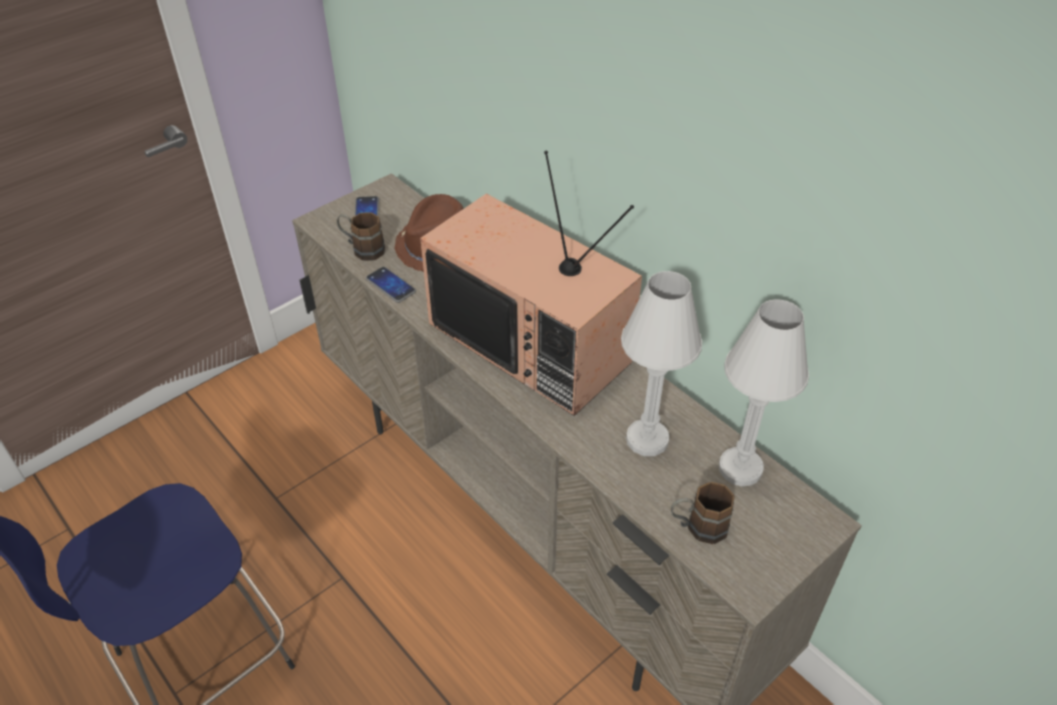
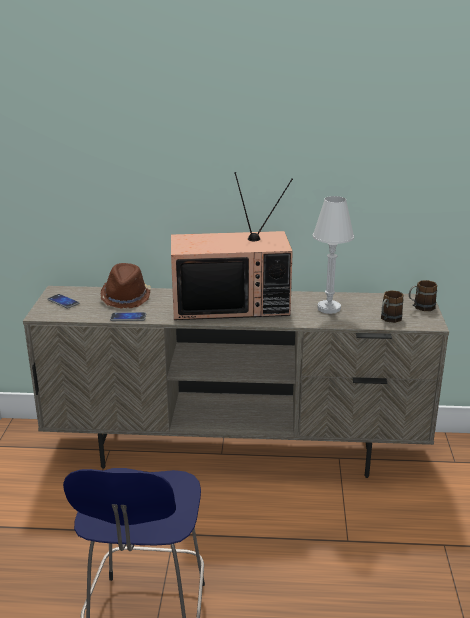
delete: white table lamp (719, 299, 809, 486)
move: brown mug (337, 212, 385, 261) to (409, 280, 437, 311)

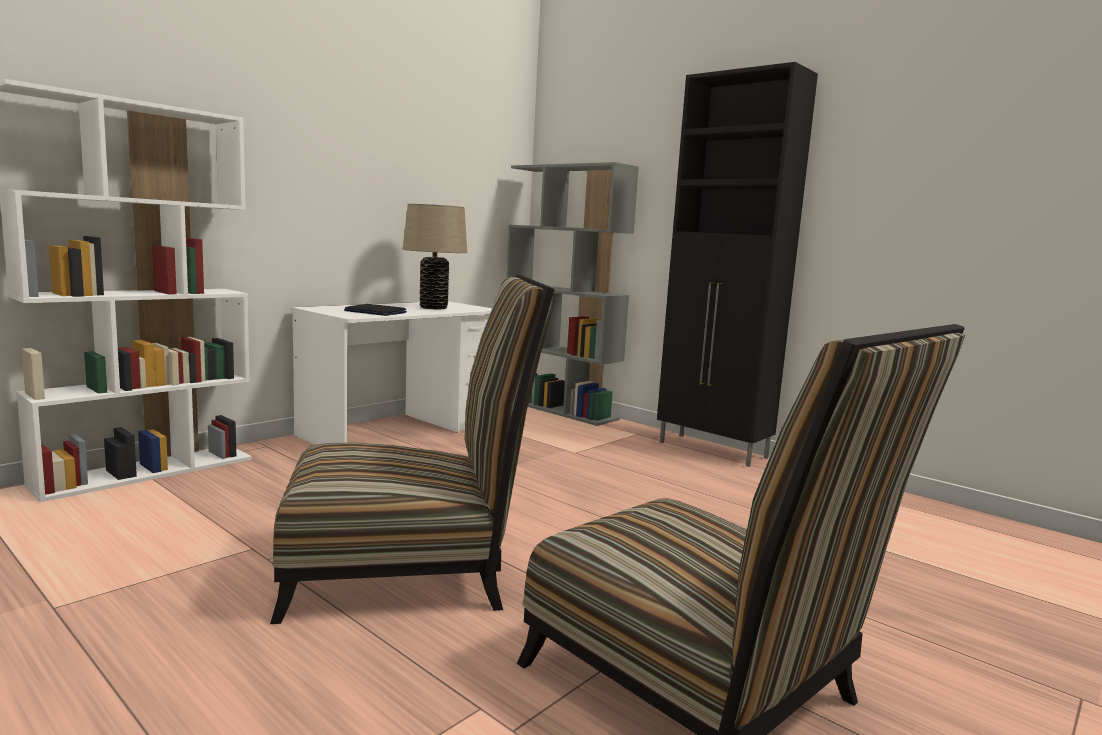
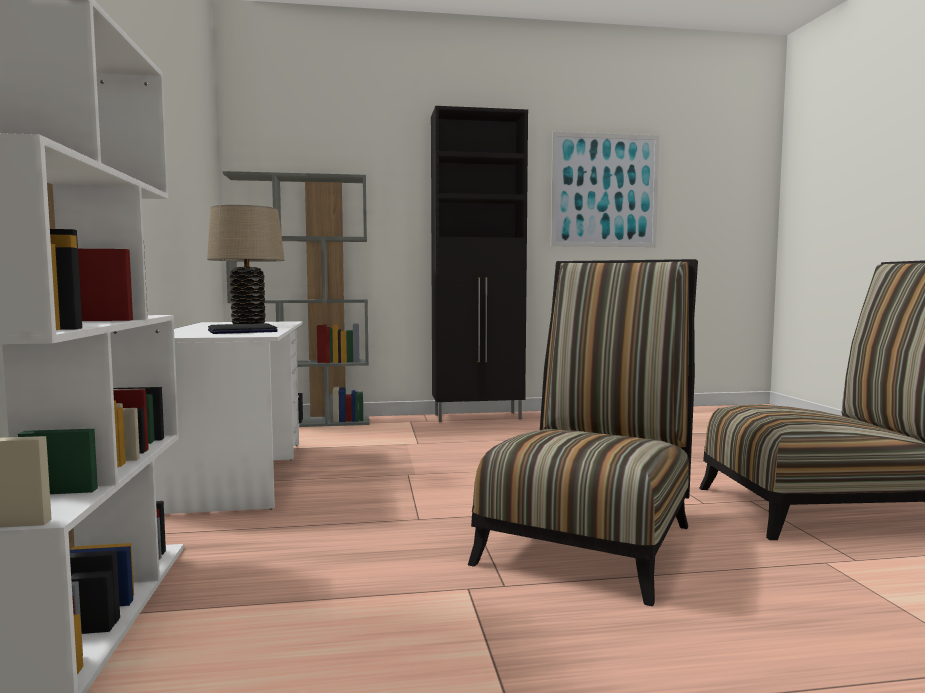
insert: picture (551, 132, 659, 247)

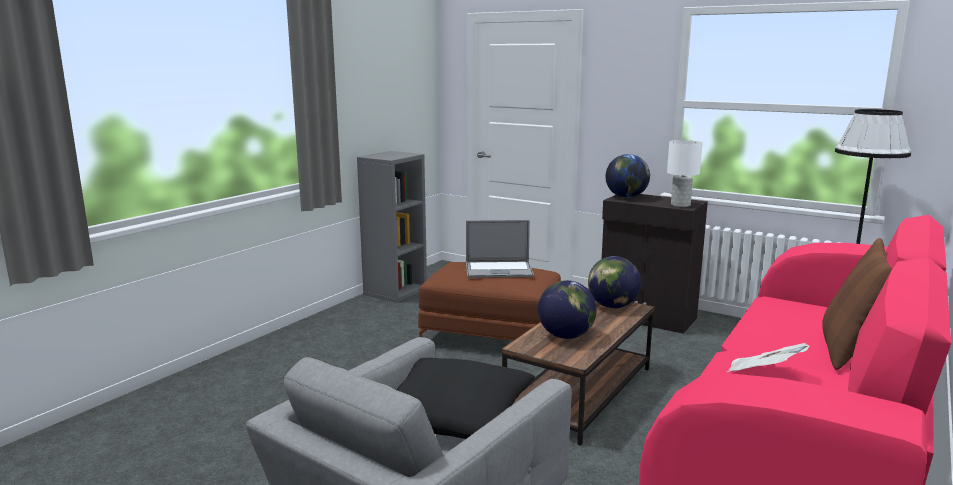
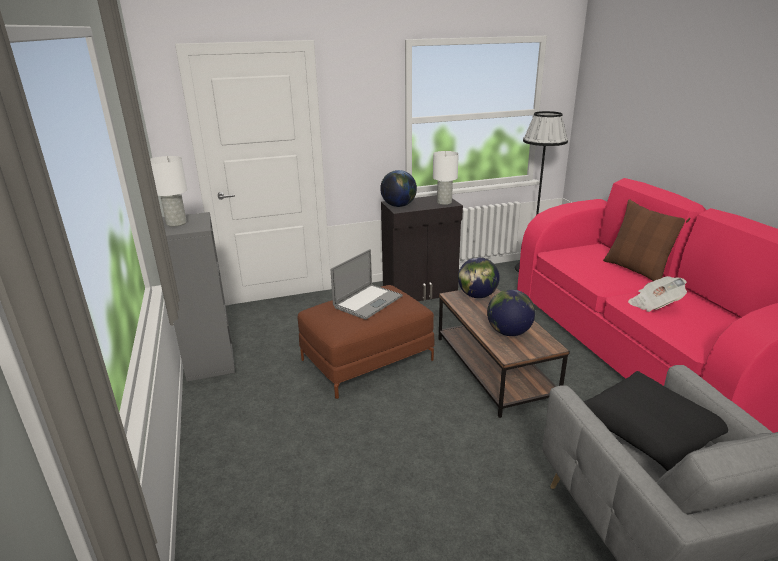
insert: white table lamp (150, 156, 187, 227)

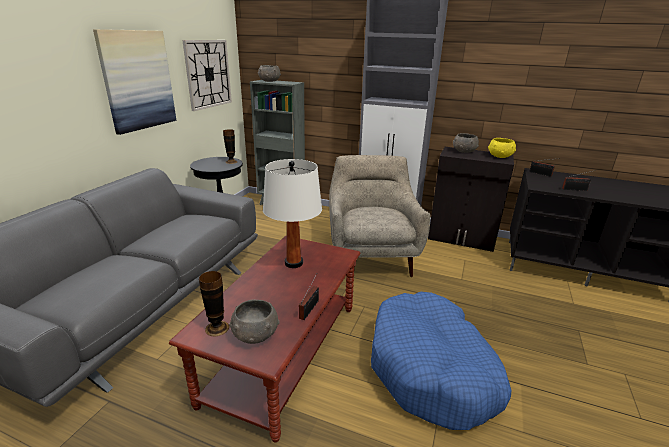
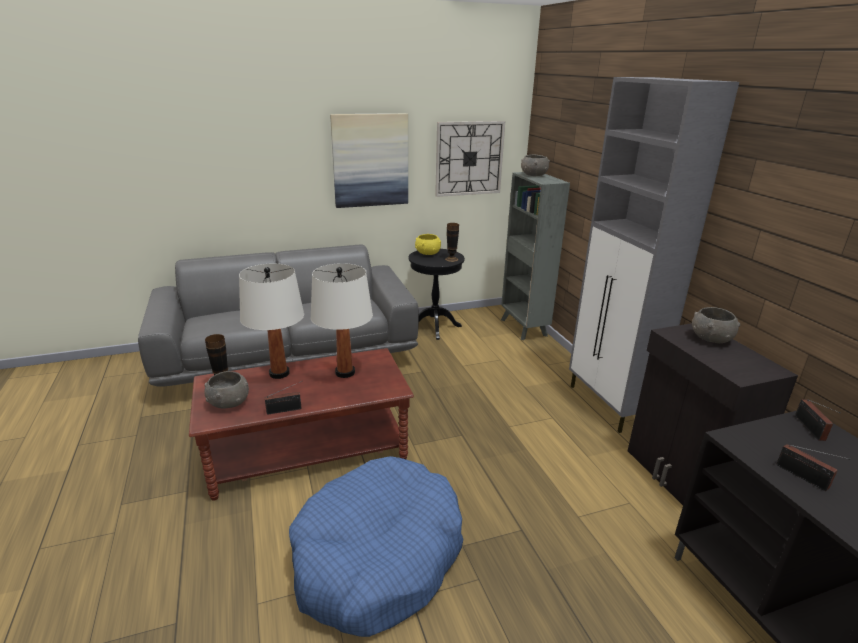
delete: beige armchair (329, 155, 430, 277)
insert: white table lamp (239, 264, 304, 379)
move: yellow bowl (488, 138, 516, 158) to (415, 234, 441, 255)

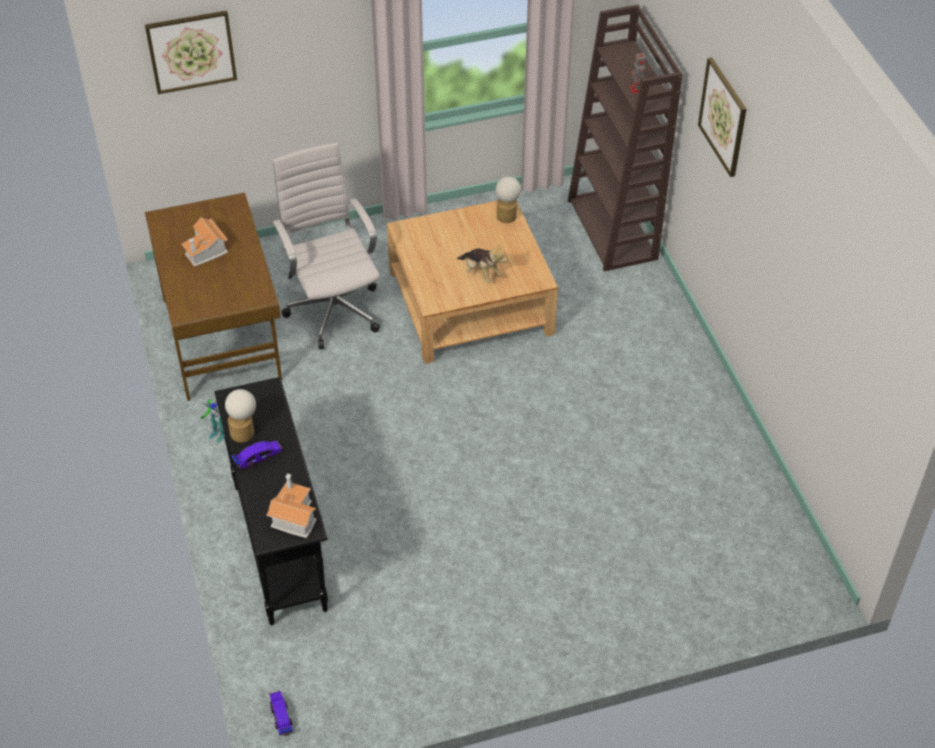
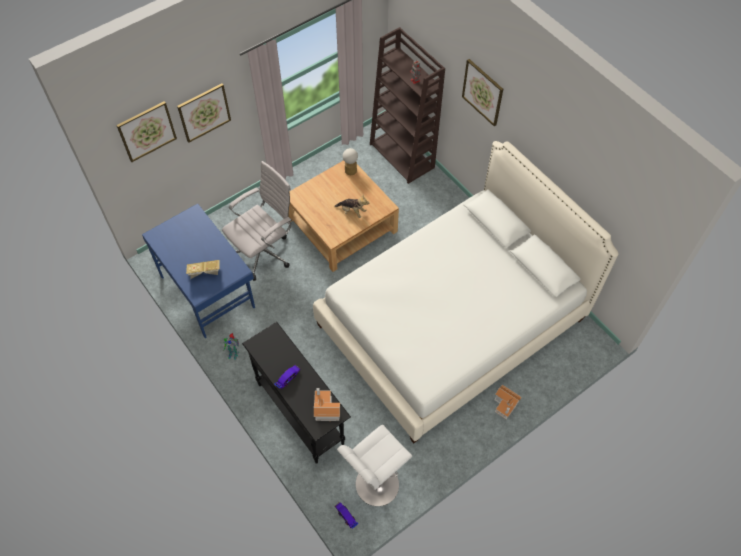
delete: table lamp (225, 389, 256, 443)
insert: picture (177, 83, 231, 143); book (186, 260, 220, 279); white bed (313, 141, 619, 443); white stool (337, 425, 412, 506)
move: toy house (182, 218, 228, 267) to (494, 385, 522, 419)
recolor: brown desk (145, 193, 282, 401) to blue desk (142, 204, 255, 339)
rotate: white office chair (273, 142, 380, 349) = (222, 161, 292, 281) 90 degrees clockwise

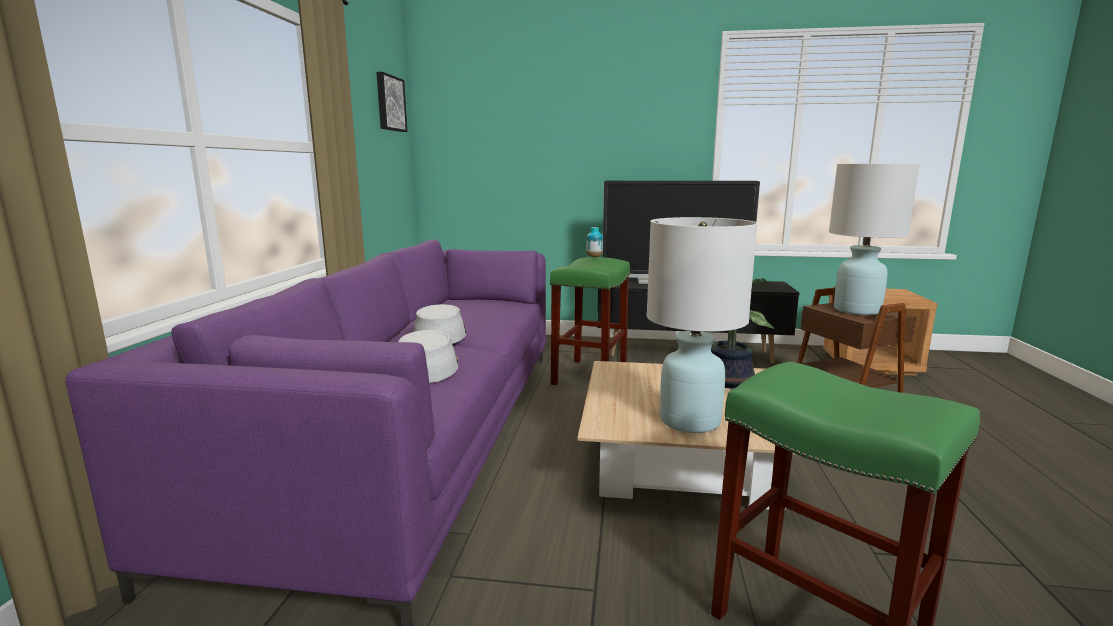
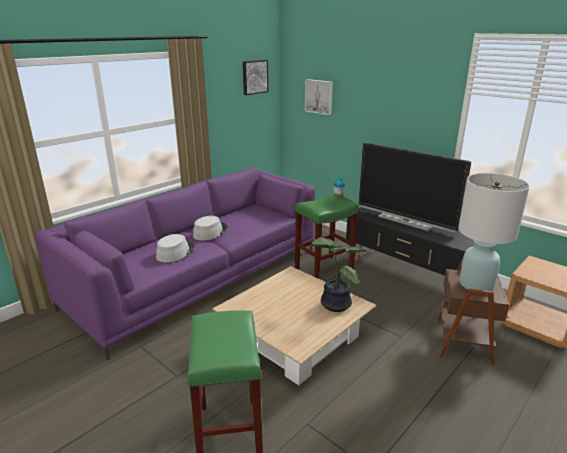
delete: white table lamp (646, 217, 758, 433)
insert: picture (305, 79, 333, 115)

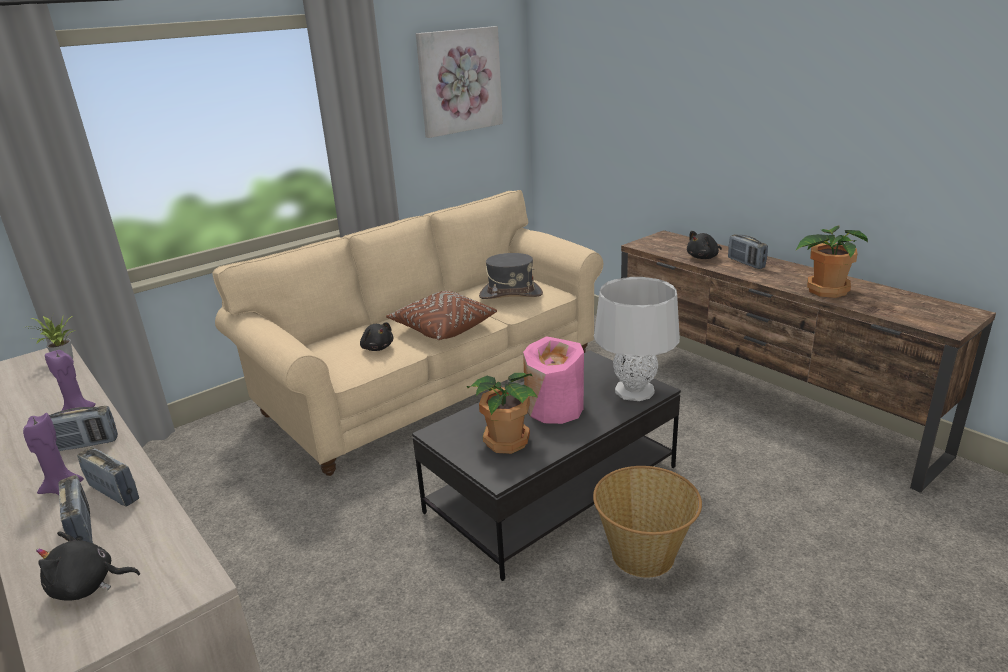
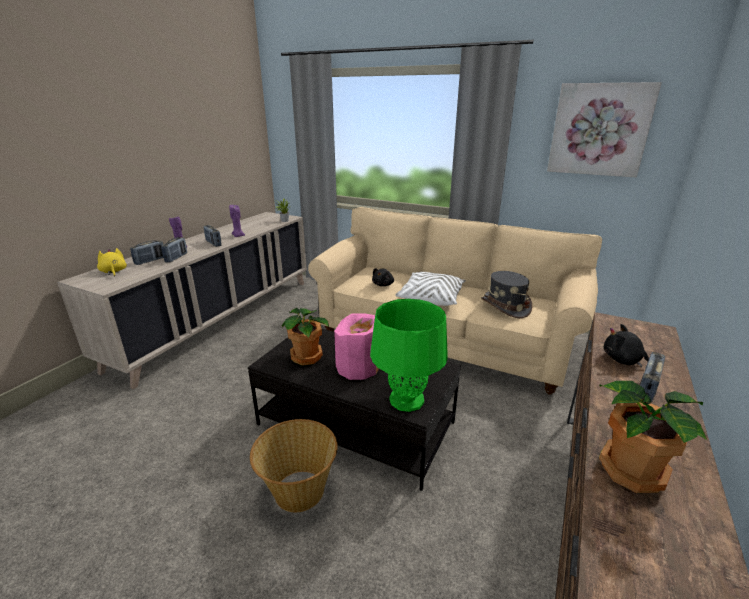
recolor: black plush toy (36, 532, 140, 601) to yellow plush toy (97, 248, 127, 276); brown pillow (386, 291, 497, 340) to white pillow (395, 272, 466, 306); grey table lamp (594, 277, 680, 401) to green table lamp (370, 299, 448, 412)

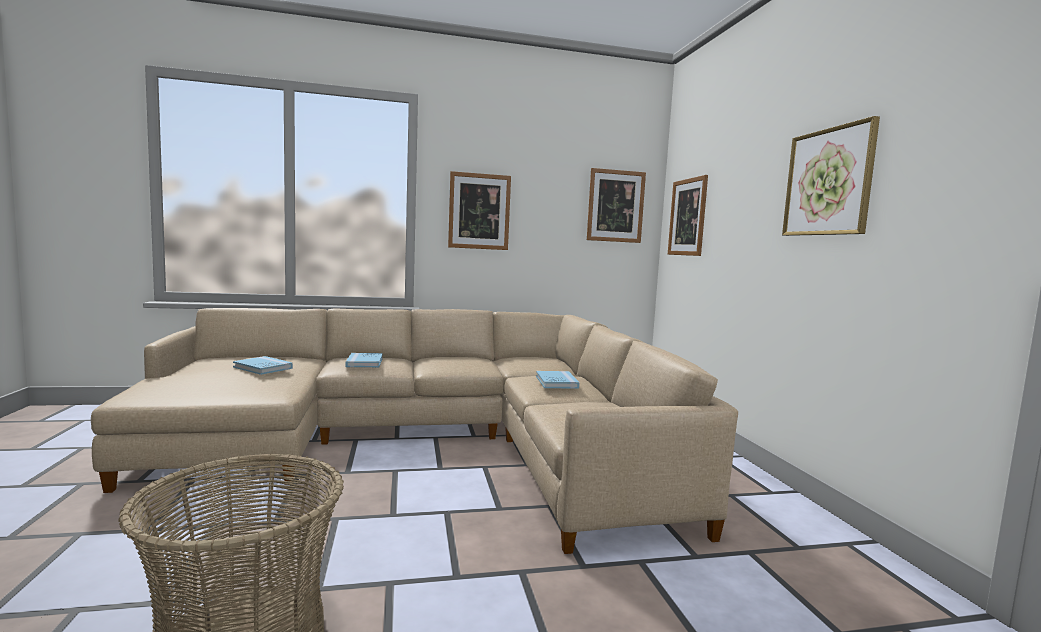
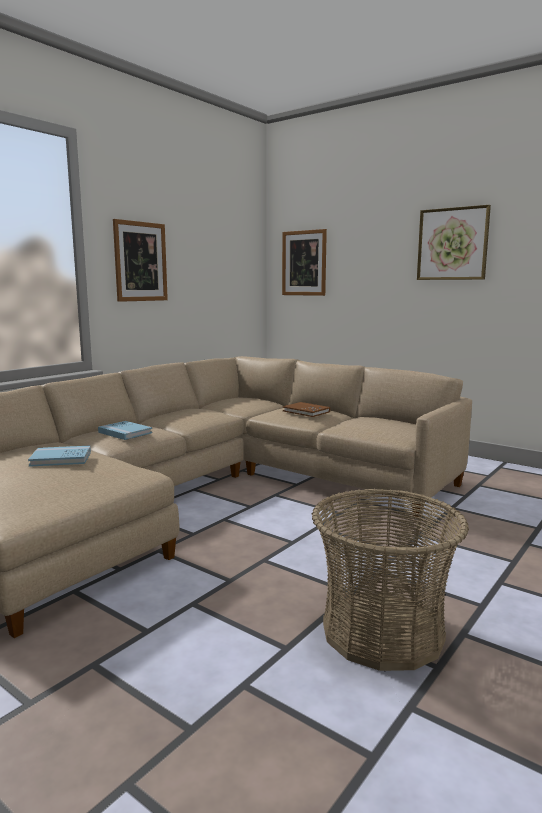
delete: picture (587, 168, 646, 243)
recolor: blue book (536, 371, 580, 389) to brown book (283, 402, 330, 417)

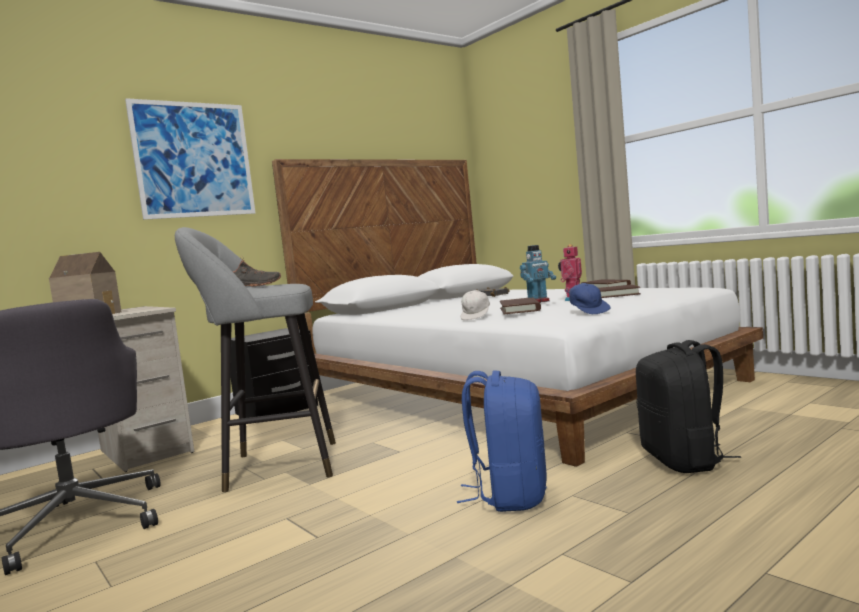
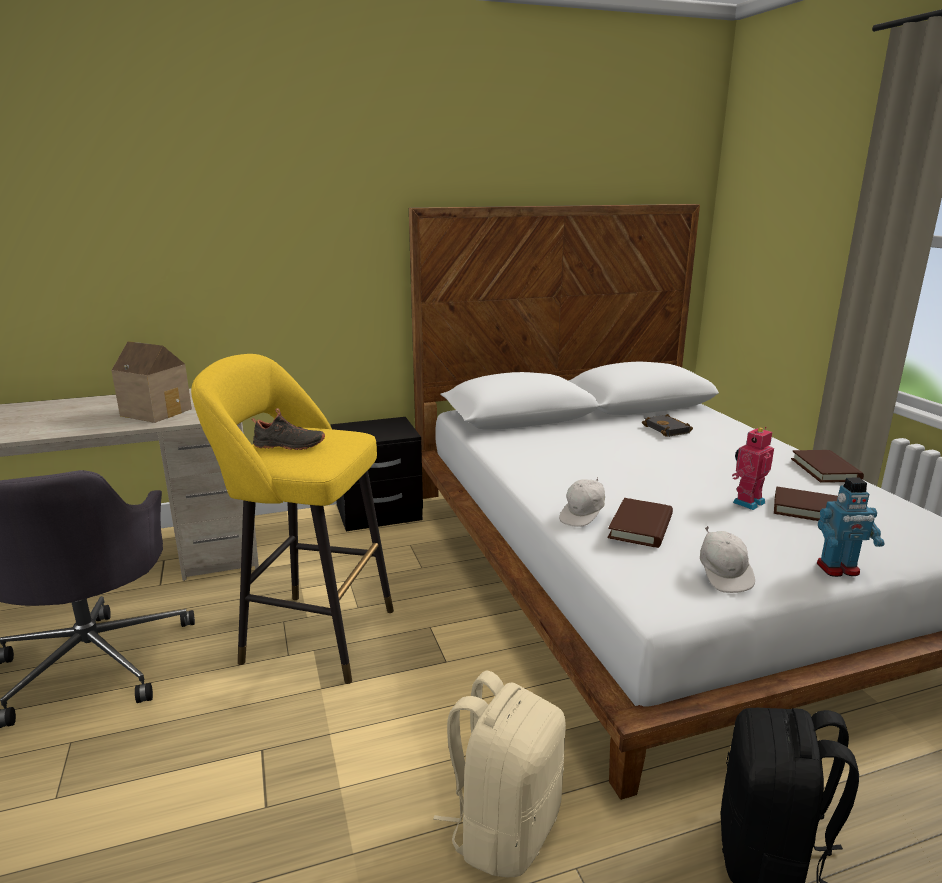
delete: picture (125, 98, 256, 220)
move: toy robot (520, 245, 556, 303) to (817, 478, 885, 577)
recolor: grey stool (175, 227, 336, 492) to yellow stool (191, 354, 394, 684); blue backpack (457, 370, 547, 512) to beige backpack (433, 671, 566, 877); blue cap (566, 283, 611, 314) to white cap (700, 526, 755, 593)

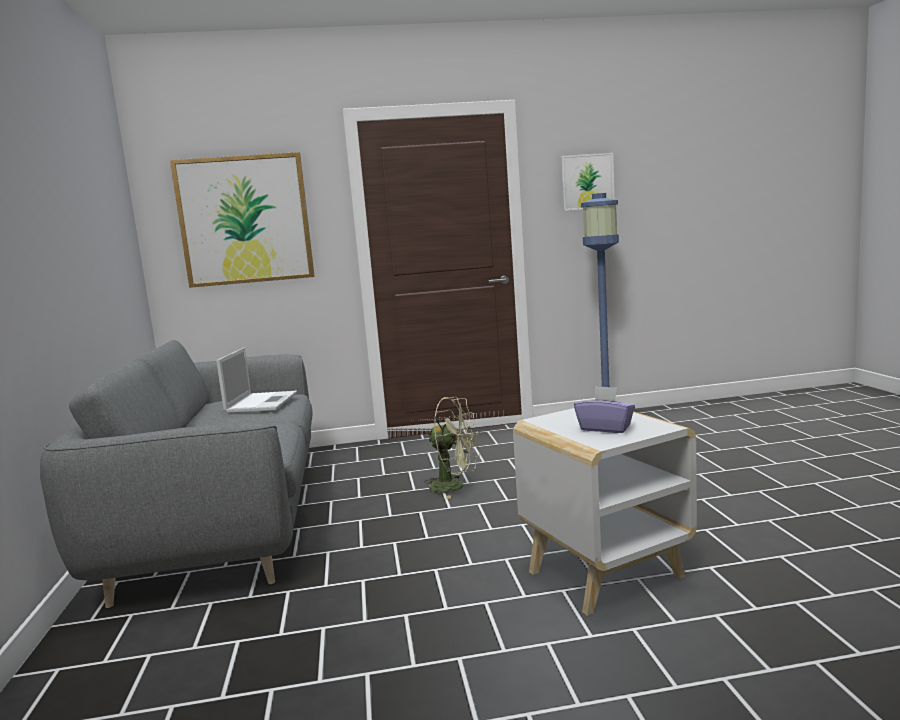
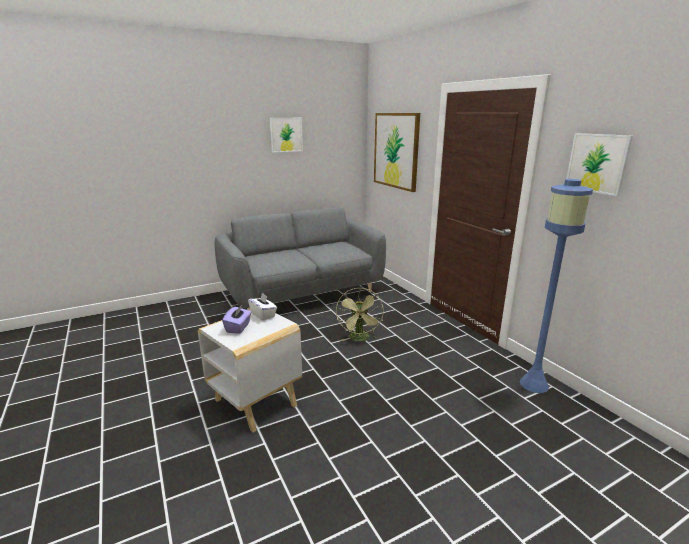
delete: laptop (216, 348, 297, 413)
insert: white tissue box (248, 293, 277, 321); picture (270, 118, 303, 153)

